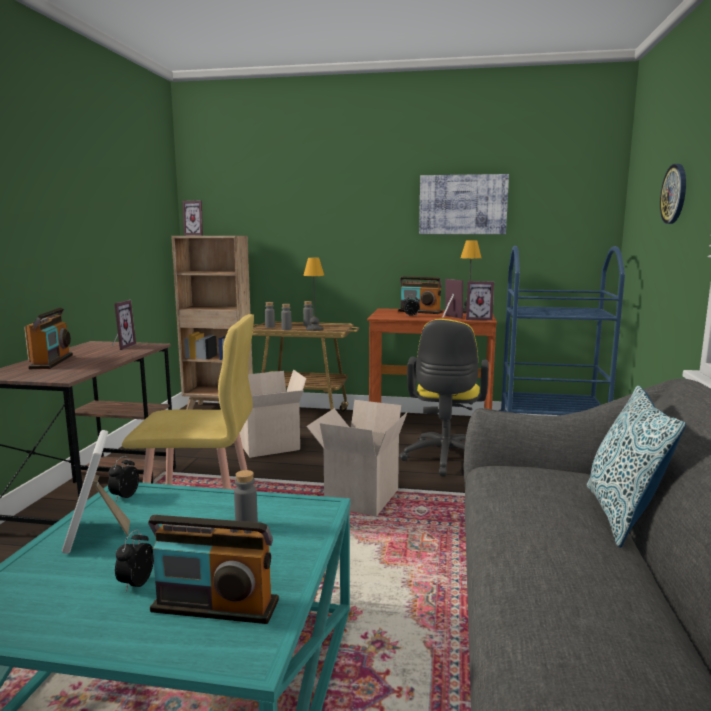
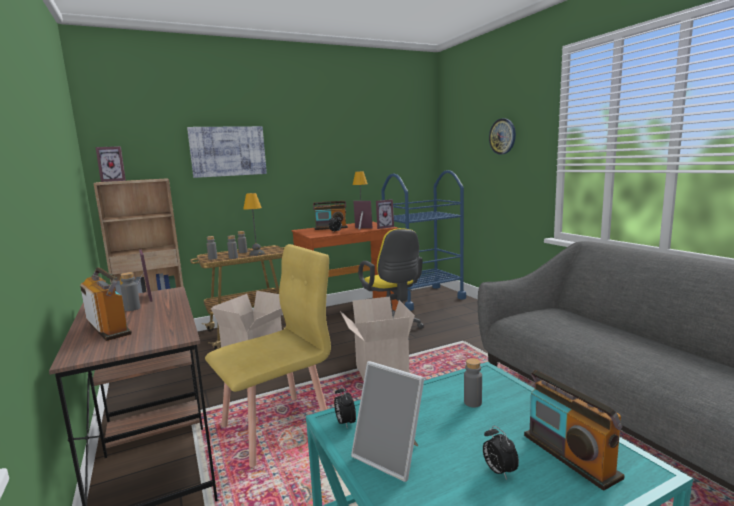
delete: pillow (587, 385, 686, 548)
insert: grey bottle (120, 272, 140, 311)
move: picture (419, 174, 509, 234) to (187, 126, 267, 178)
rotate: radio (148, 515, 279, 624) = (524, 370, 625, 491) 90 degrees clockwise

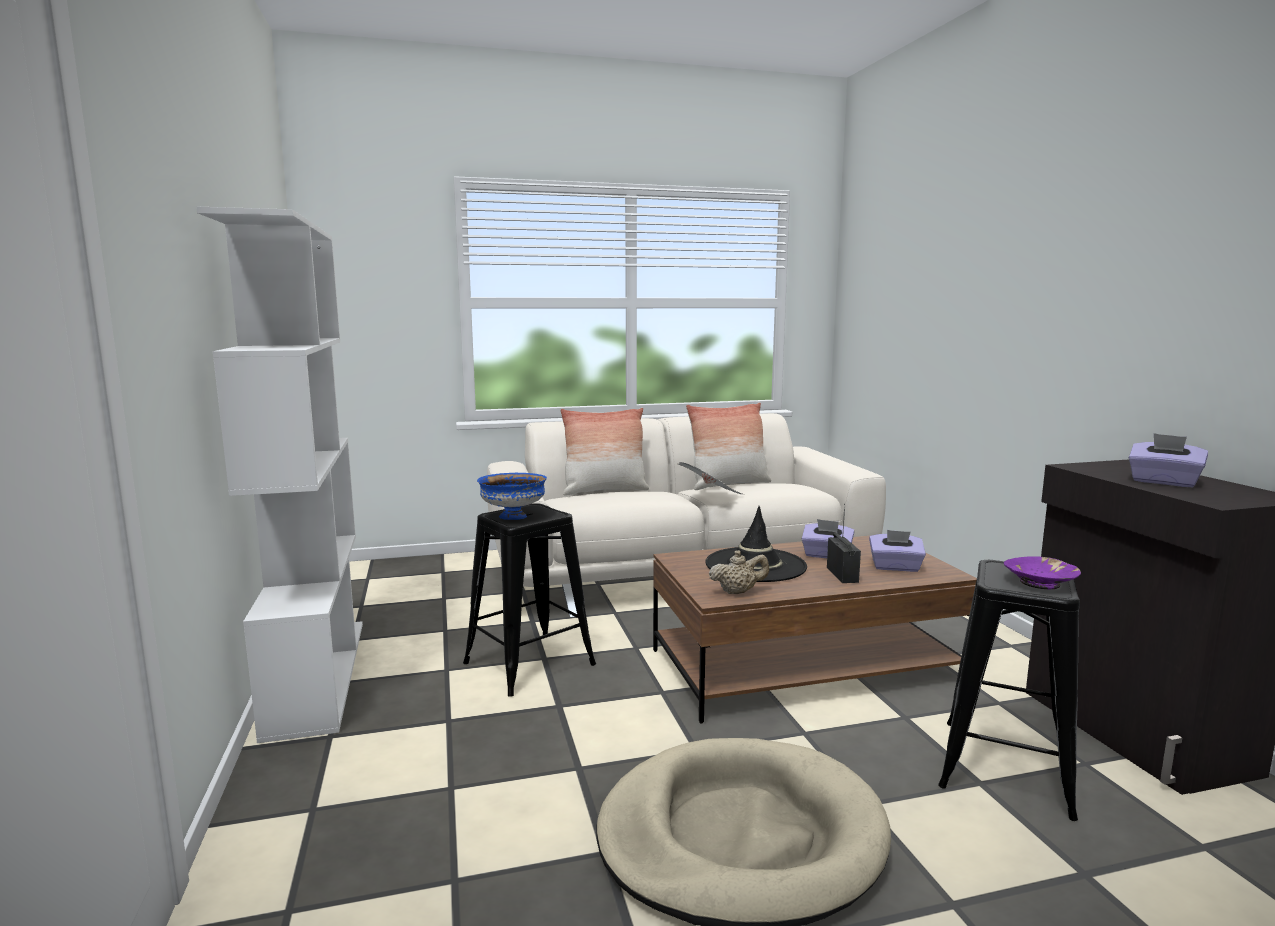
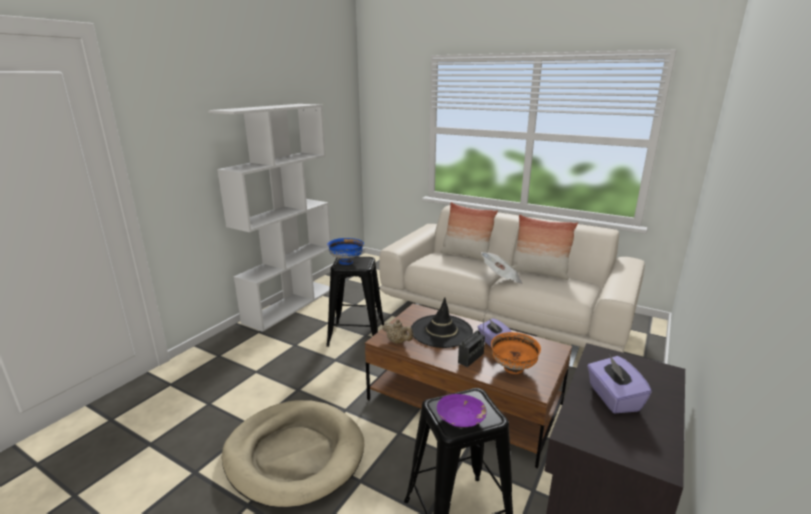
replace: purple tissue box (869, 530, 926, 572) to orange bowl (491, 332, 541, 374)

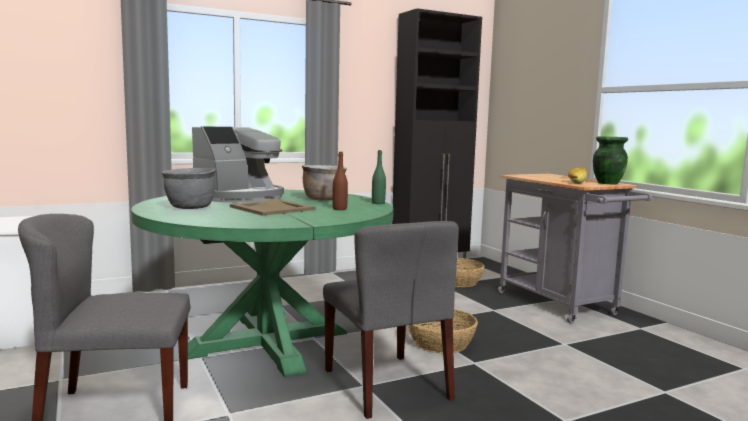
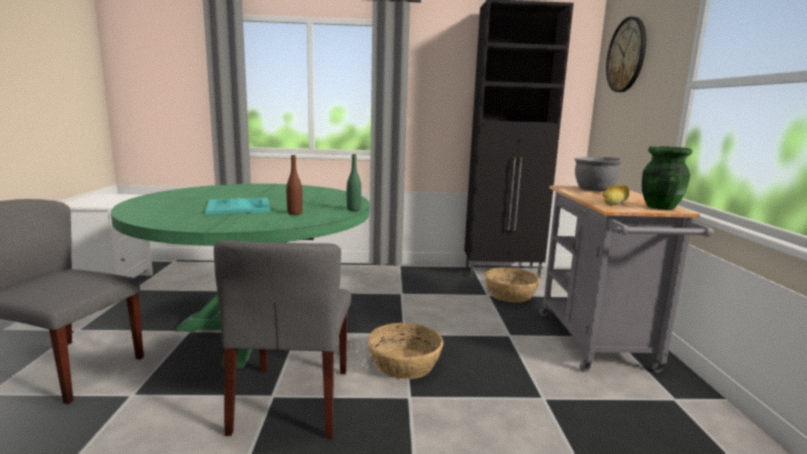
delete: coffee machine (192, 126, 284, 203); brown cooking pot (302, 165, 347, 201)
insert: wall clock (606, 17, 646, 92)
move: grey cooking pot (161, 168, 216, 209) to (575, 157, 622, 192)
recolor: beige tray (230, 199, 315, 216) to turquoise tray (205, 198, 270, 214)

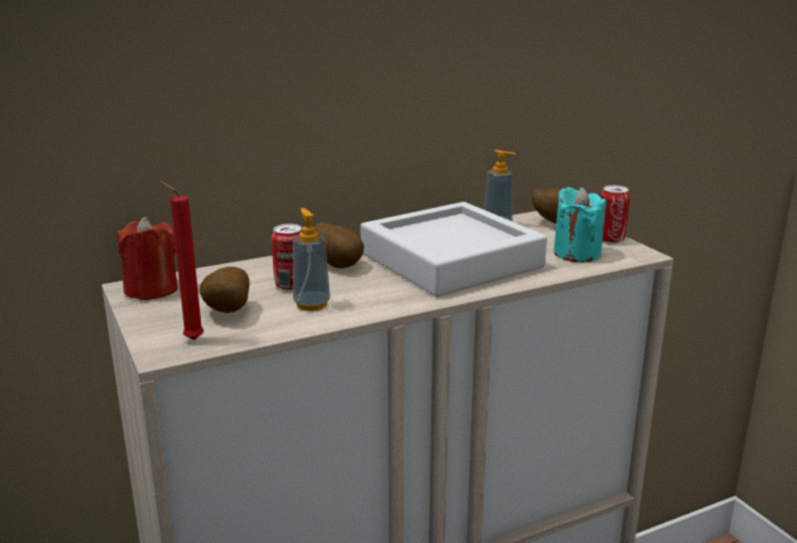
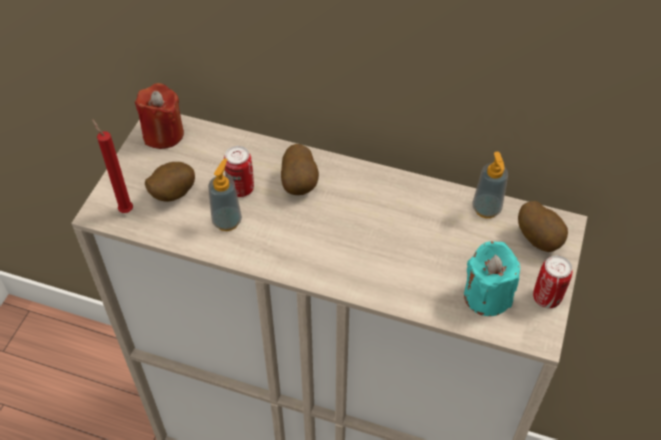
delete: grey tray (360, 202, 547, 297)

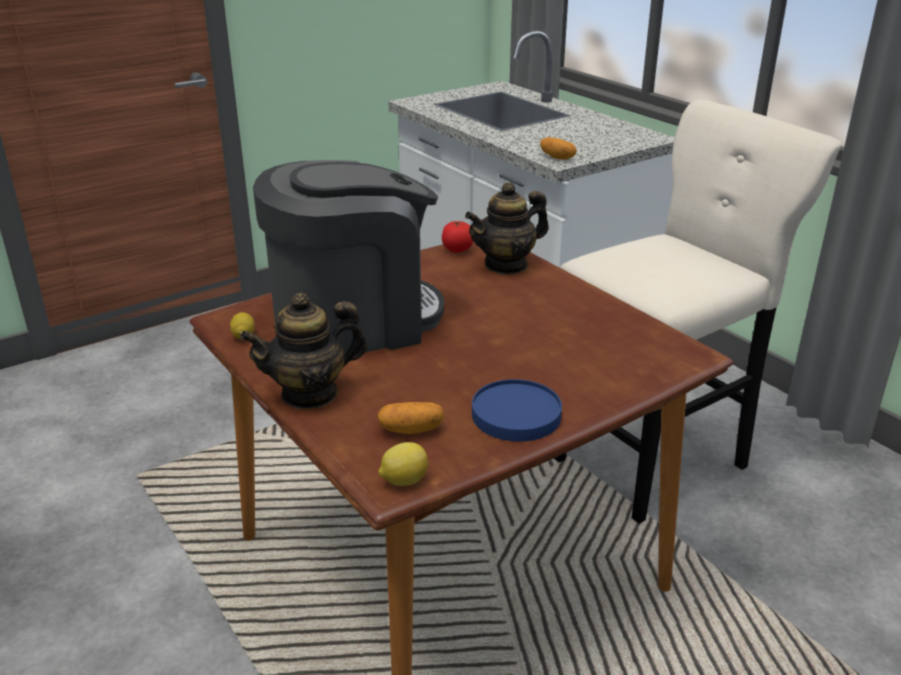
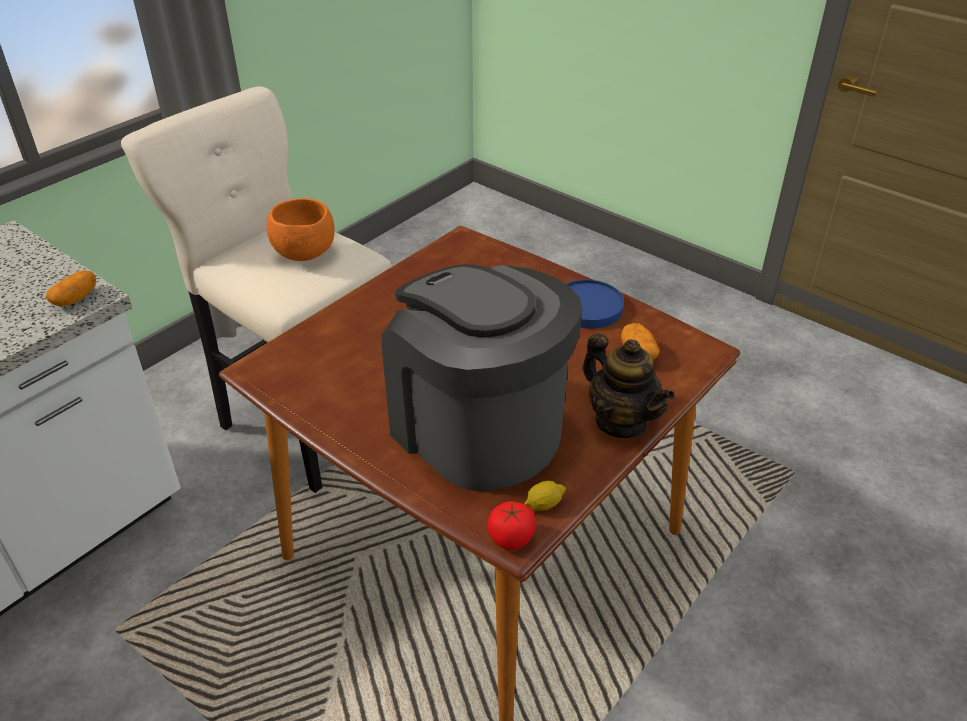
delete: lemon (378, 442, 428, 486); teapot (465, 182, 549, 275)
insert: orange bowl (266, 198, 335, 261)
move: tomato (442, 221, 473, 253) to (487, 501, 536, 550)

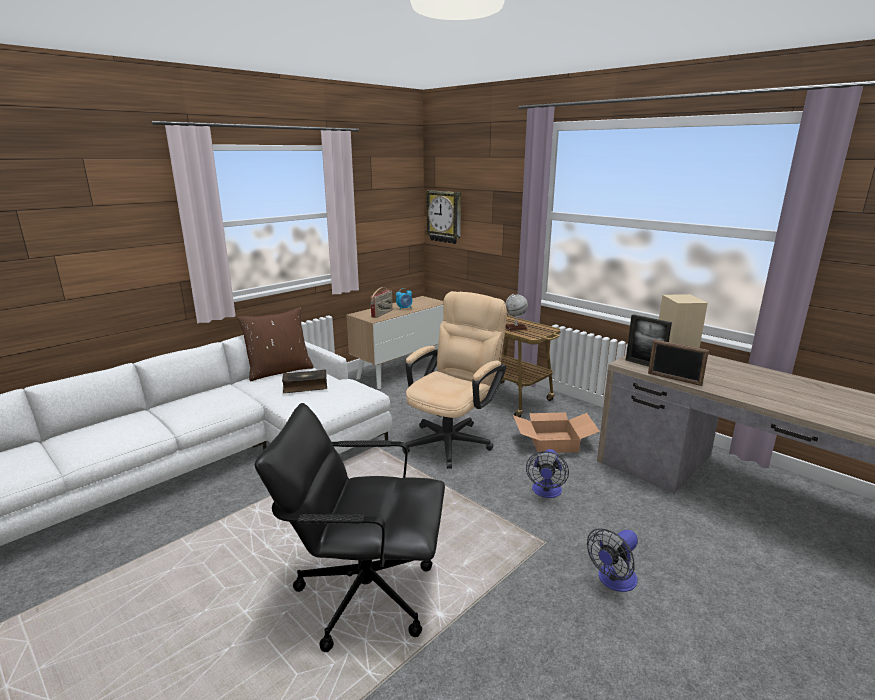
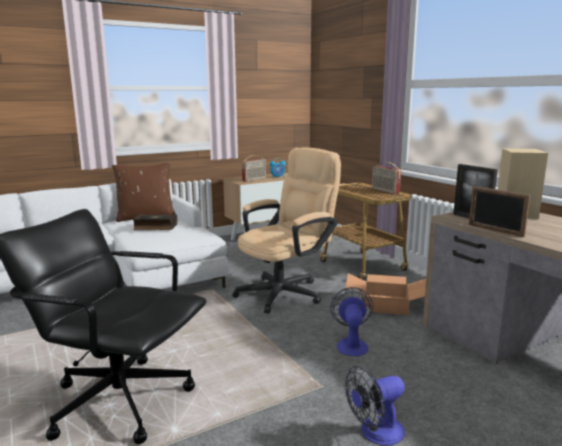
delete: wall clock (425, 190, 461, 244); globe (505, 294, 528, 331)
insert: radio (372, 162, 401, 194)
rotate: fan (526, 449, 569, 498) = (330, 287, 373, 356) 150 degrees clockwise

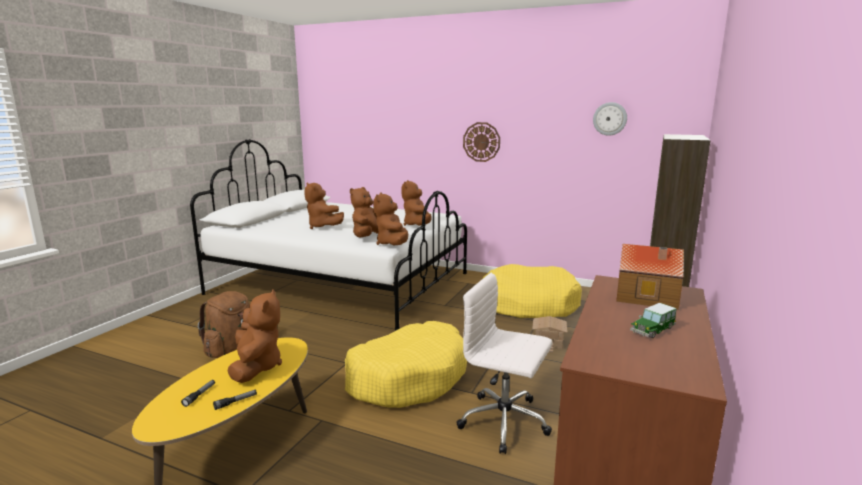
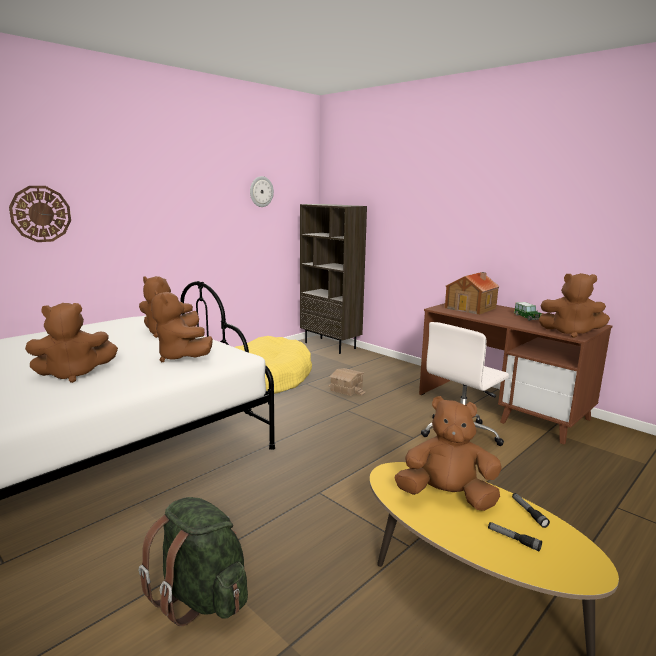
delete: yellow dog bed (345, 321, 467, 408)
move: brown plush toy (373, 193, 408, 245) to (538, 273, 610, 338); wall clock (463, 122, 500, 162) to (9, 186, 71, 242)
recolor: brown backpack (198, 291, 250, 358) to green backpack (139, 497, 248, 627)

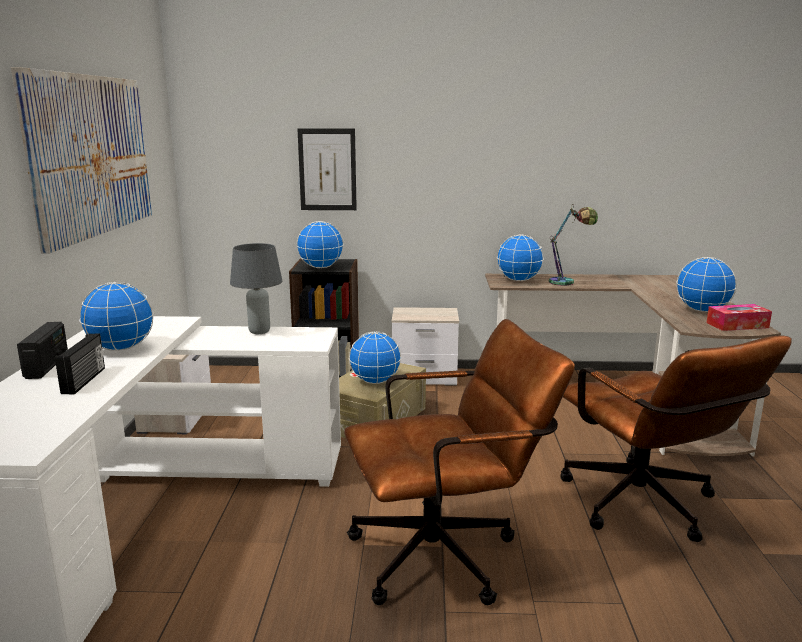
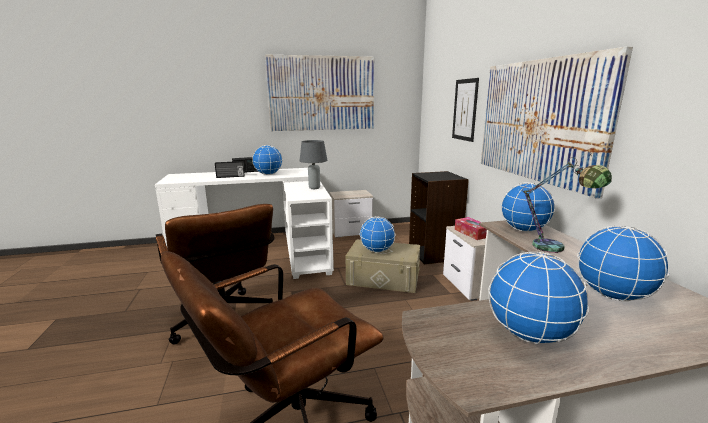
insert: picture (481, 46, 633, 199)
move: globe (296, 221, 344, 268) to (577, 226, 669, 301); tissue box (707, 304, 772, 331) to (455, 217, 487, 240)

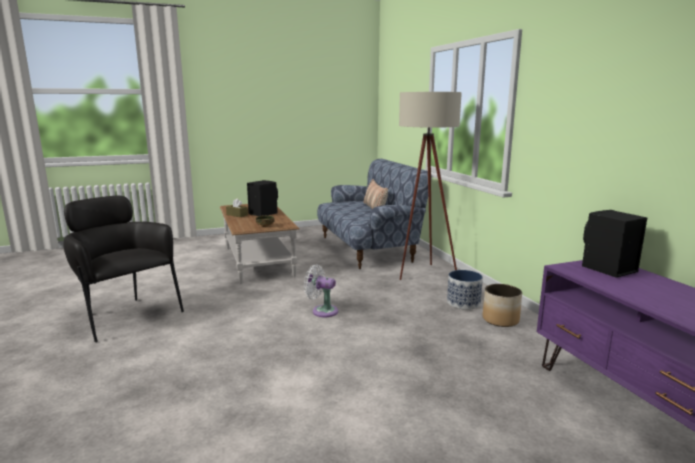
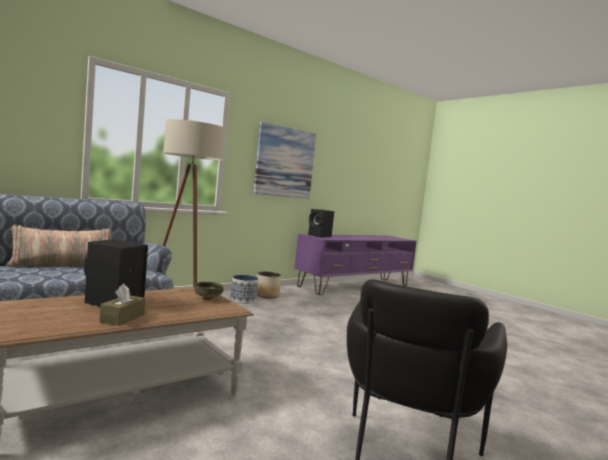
delete: white fan (304, 264, 338, 317)
insert: picture (253, 121, 316, 199)

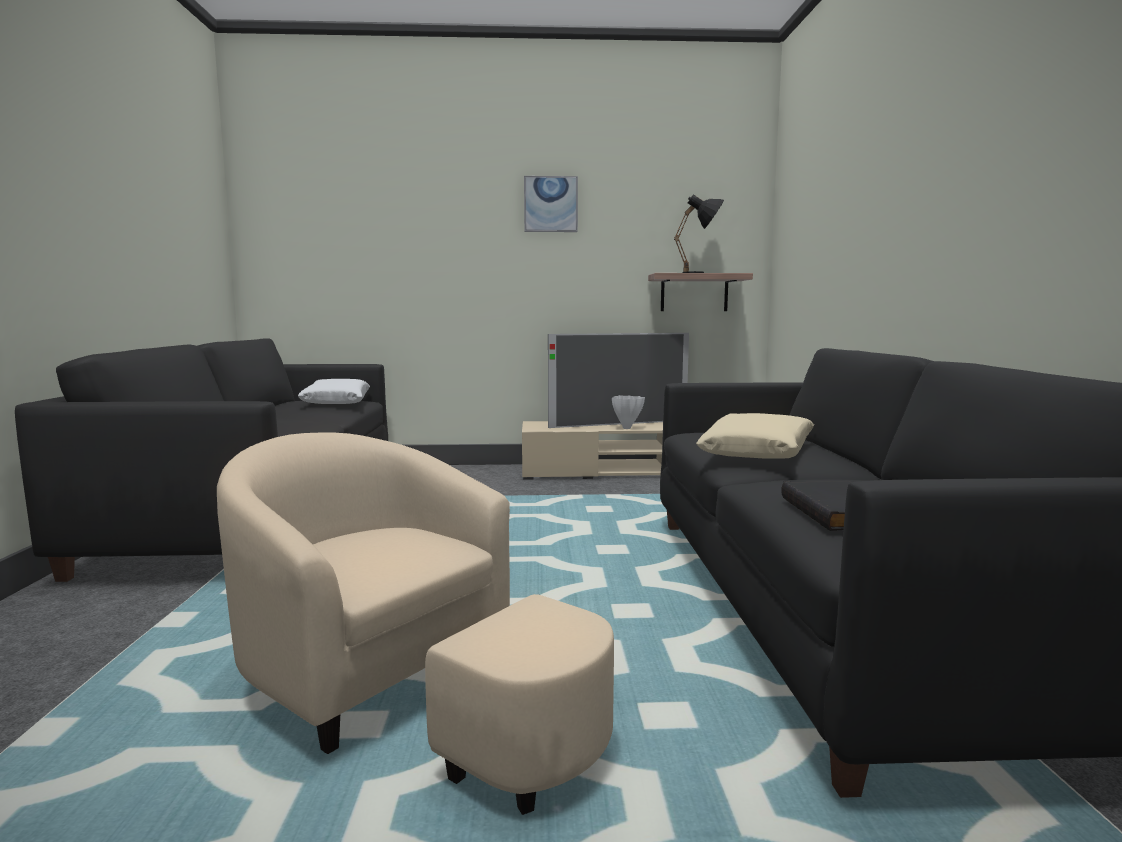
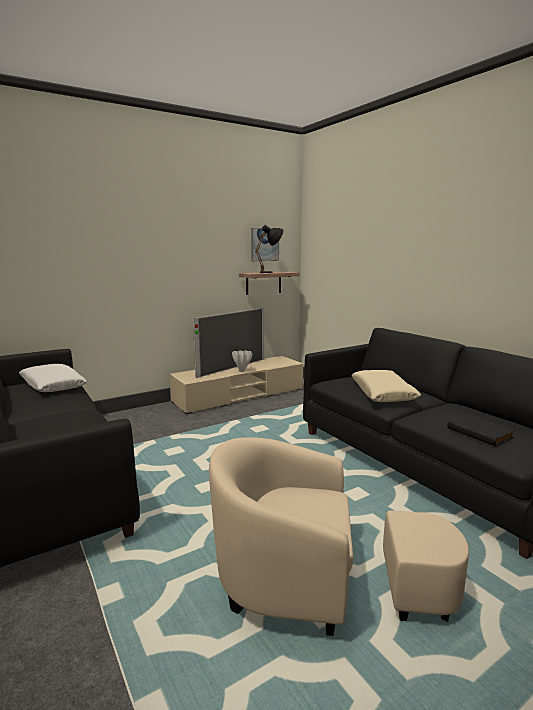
move: picture (524, 176, 578, 232) to (251, 228, 279, 261)

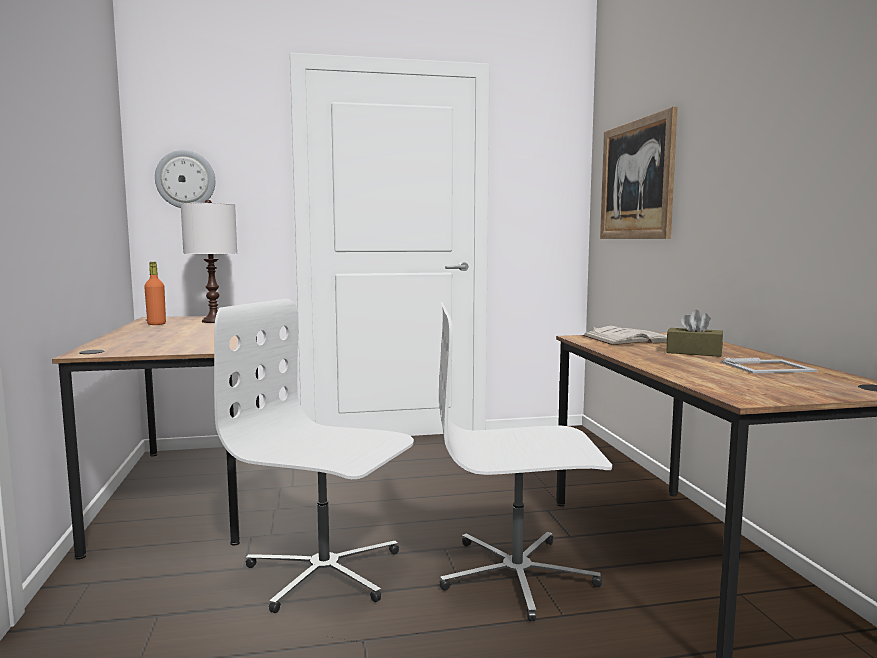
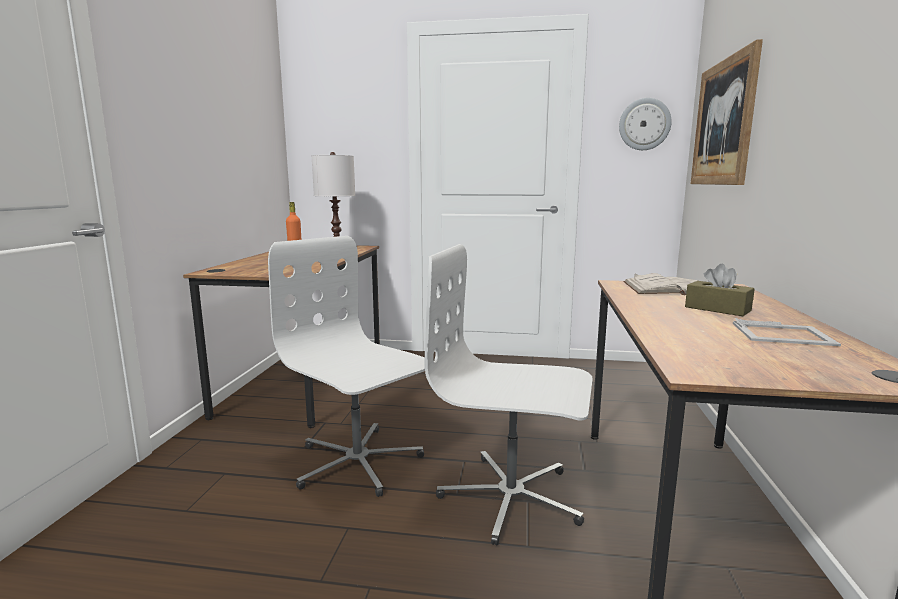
move: wall clock (155, 150, 215, 208) to (619, 98, 672, 150)

